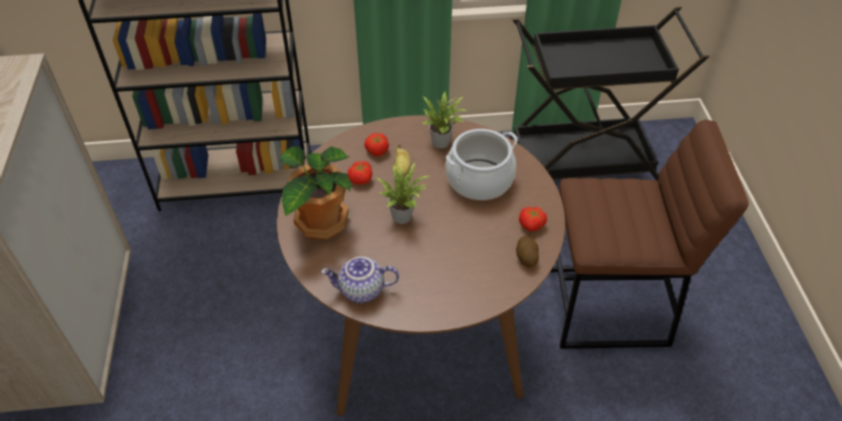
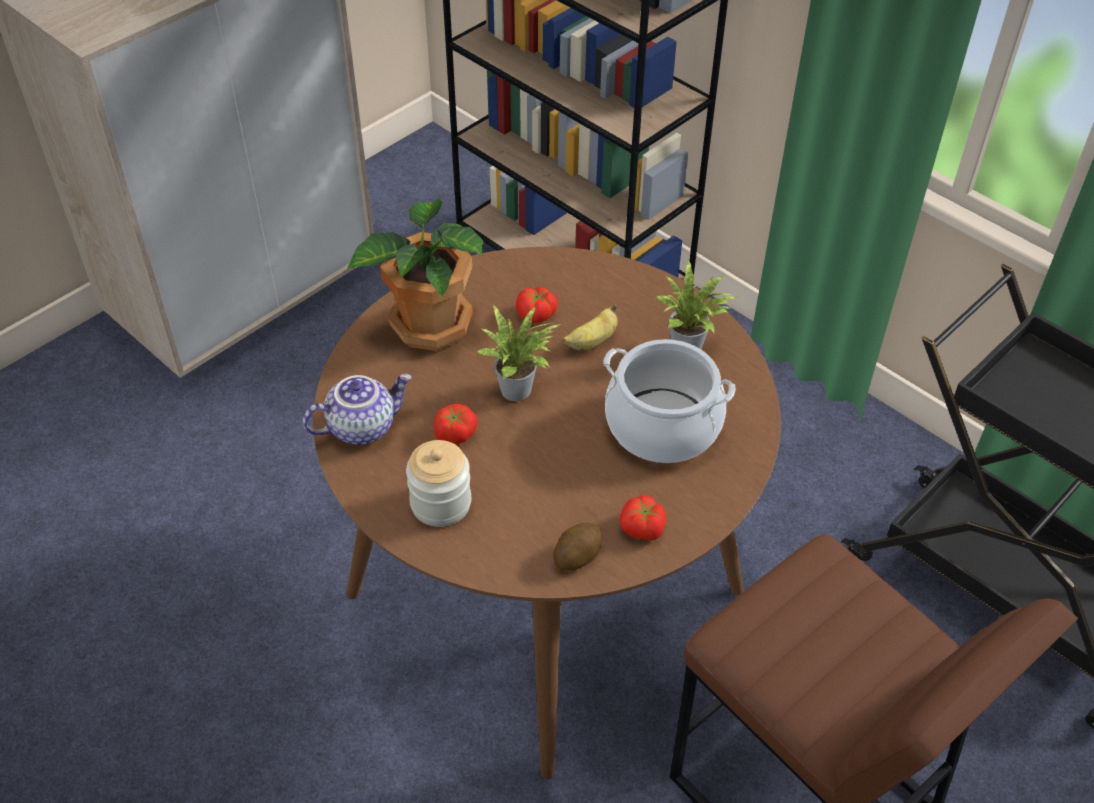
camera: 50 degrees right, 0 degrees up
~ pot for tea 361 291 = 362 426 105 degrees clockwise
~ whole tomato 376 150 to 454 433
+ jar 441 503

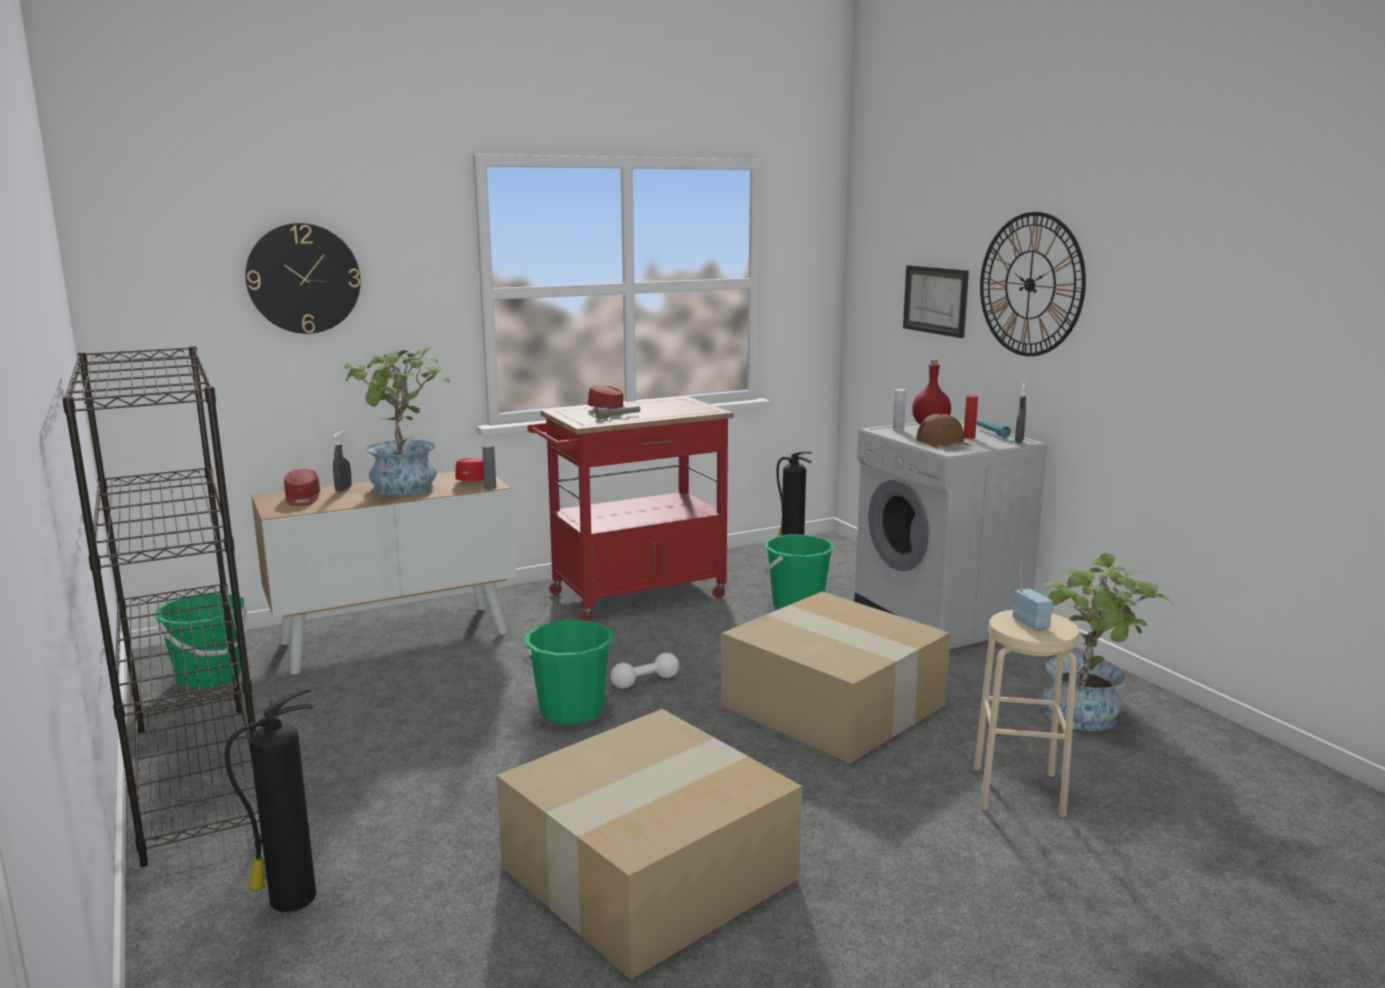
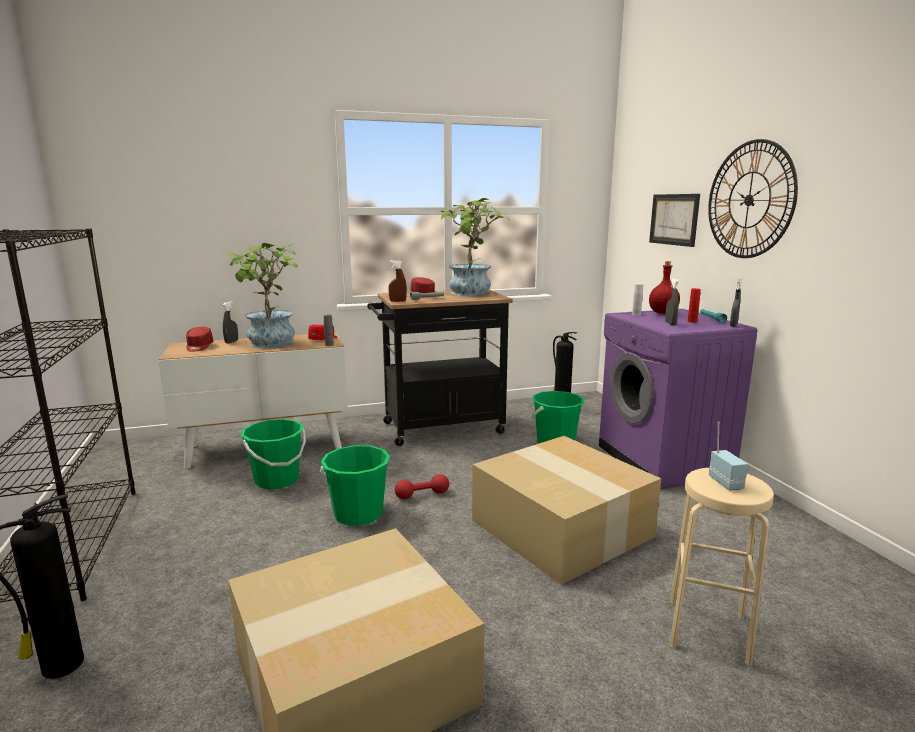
camera: 10 degrees right, 0 degrees up
~ green-coloured bucket 209 677 to 277 480
- wall clock 303 278
~ reddish wheeled cart 632 596 to black-coloured wheeled cart 439 428
~ white free weight 645 681 to reddish free weight 422 495
~ white laundry appliance 936 618 to purple-coloured laundry appliance 661 461
~ brown-coloured cap 944 442 to gray hand sprayer 670 324
~ plant in a pot 1089 719 to 472 293
+ brown-coloured hand sprayer 397 301

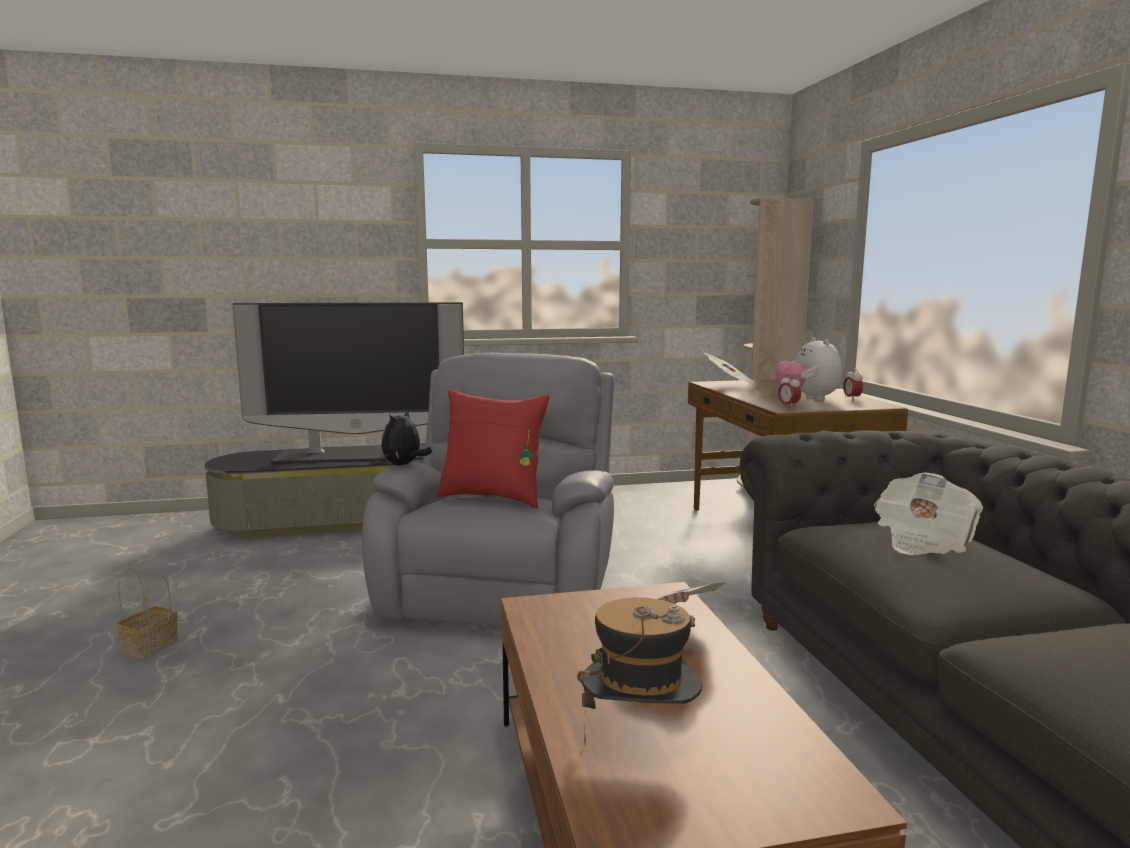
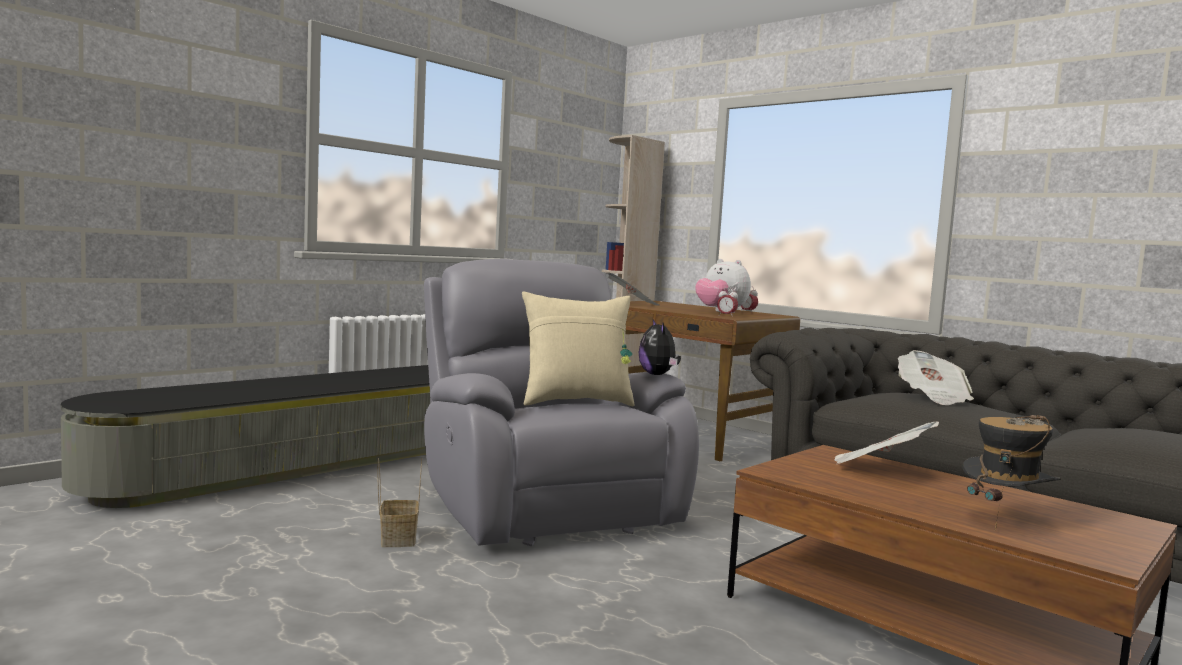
camera: 35 degrees left, 5 degrees down
~ household basket 151 646 to 397 538
- television 362 454
~ soft toy 404 465 to 658 375
~ reddish cushion 492 498 to beige-coloured cushion 575 403

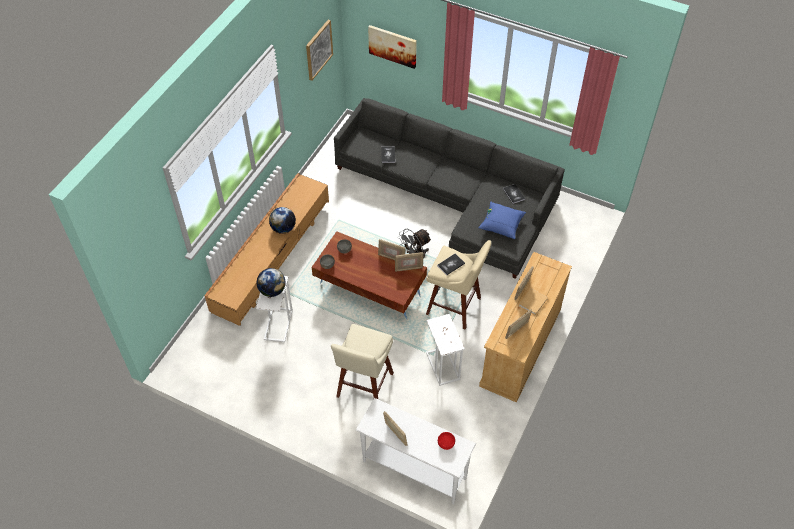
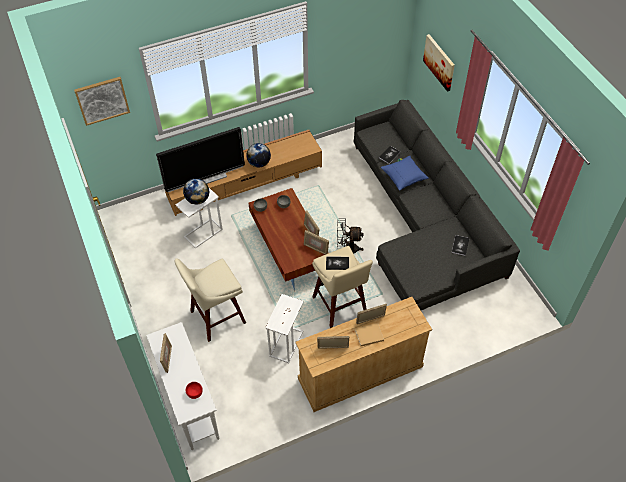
camera: 40 degrees right, 0 degrees up
~ picture 318 49 to 102 100
~ bluish cushion 501 225 to 404 177
+ television 205 179

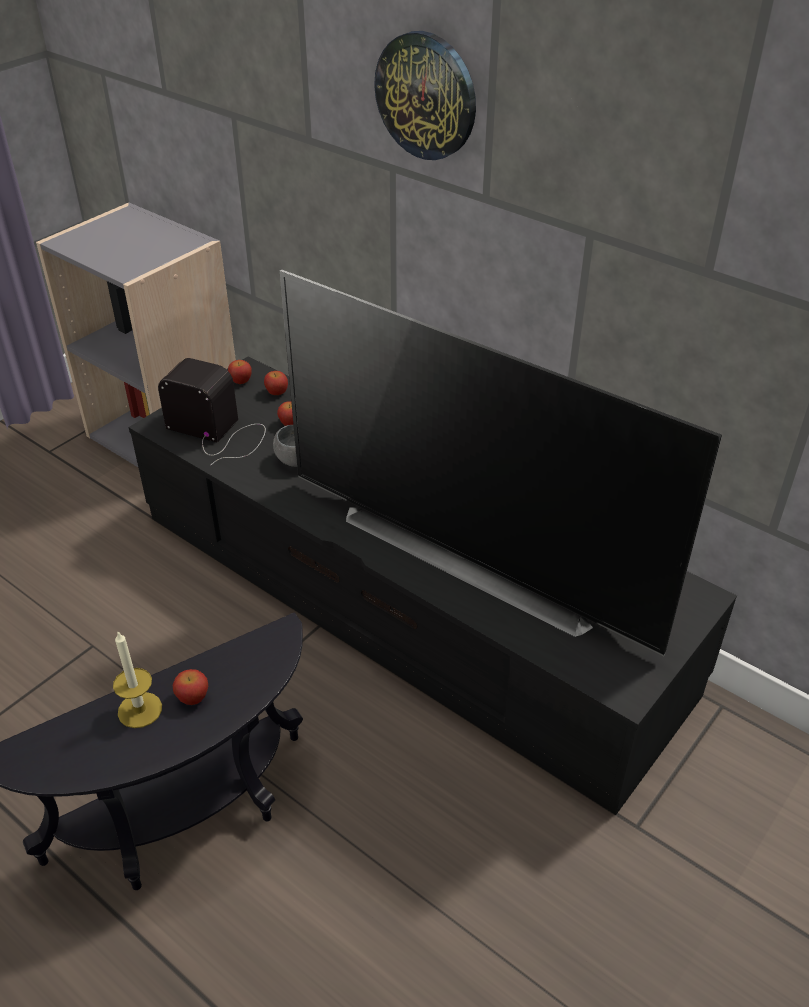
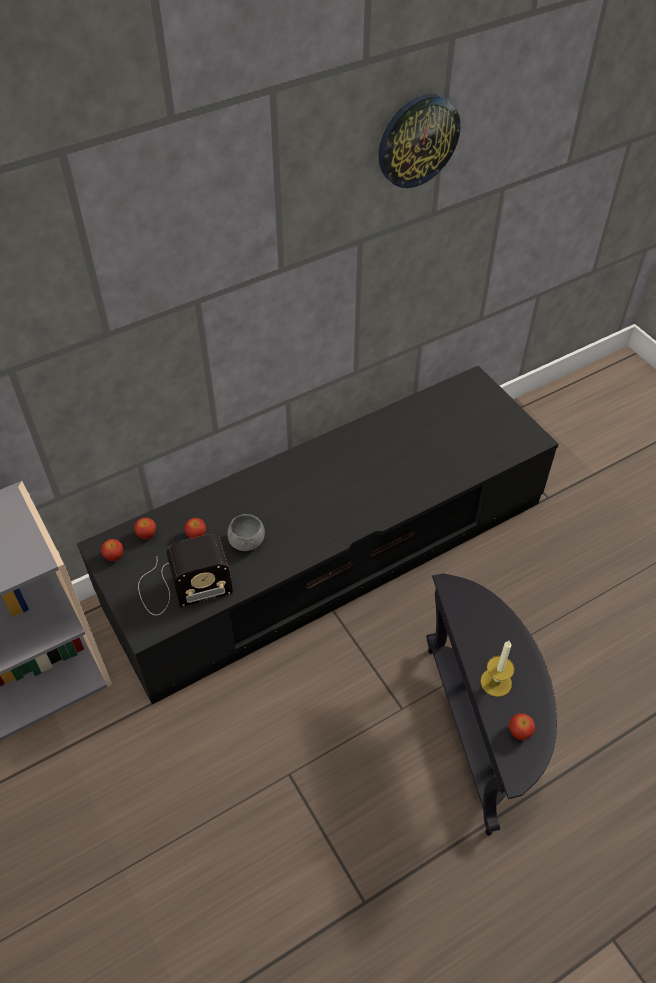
camera: 70 degrees left, 10 degrees up
~ radio set 219 432 = 181 586 150 degrees counterclockwise
~ apple 193 698 to 519 732
- television 473 554
~ wall clock 426 96 to 417 140

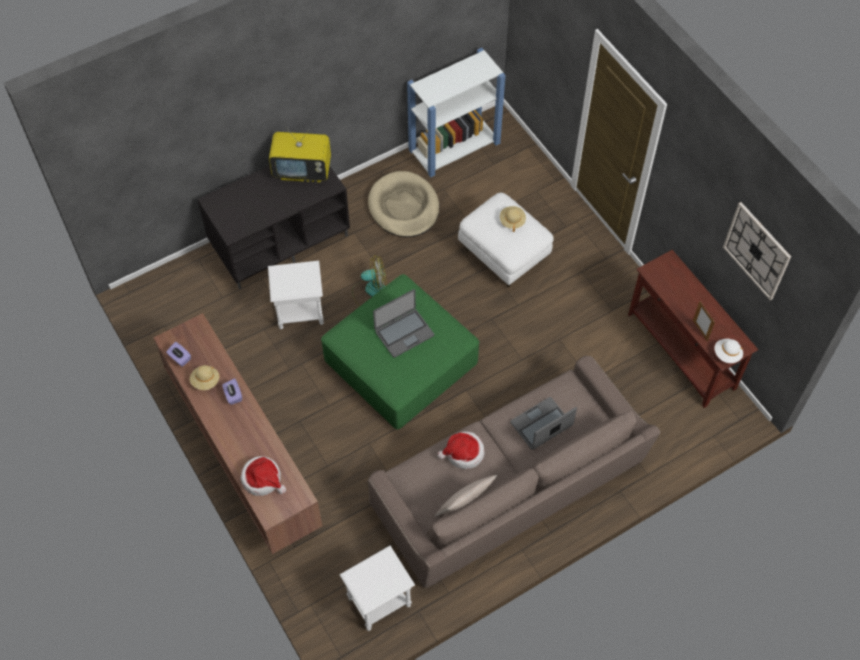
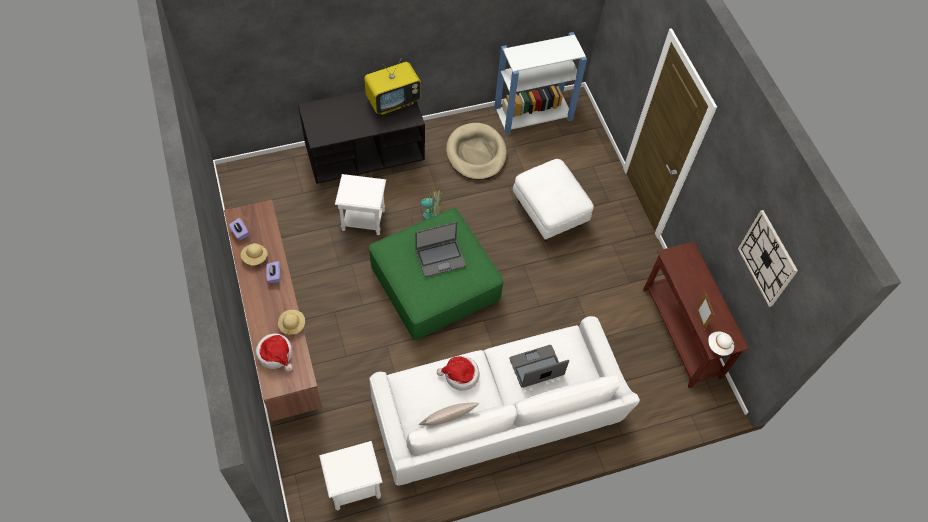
camera: 10 degrees right, 0 degrees up
~ television 303 171 = 393 101 45 degrees counterclockwise
~ brown-coloured sofa 508 485 to white sofa 496 412
~ beige-coloured hat 512 221 to 292 325

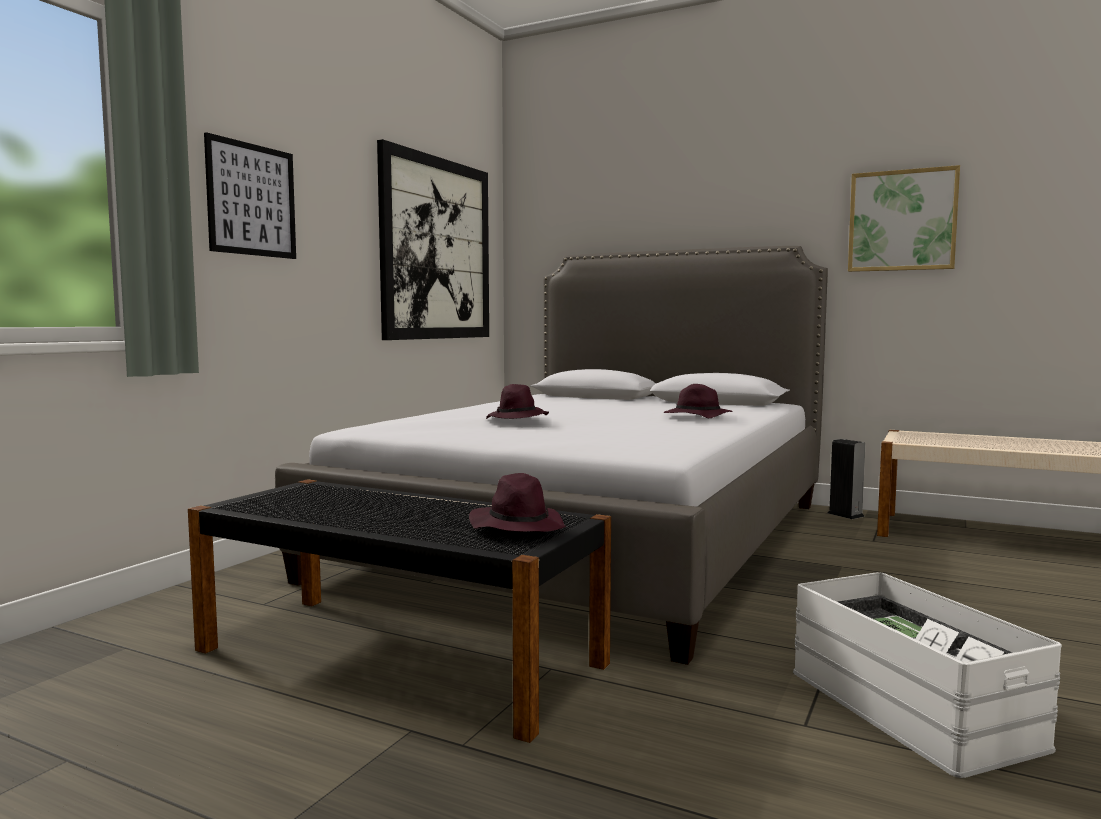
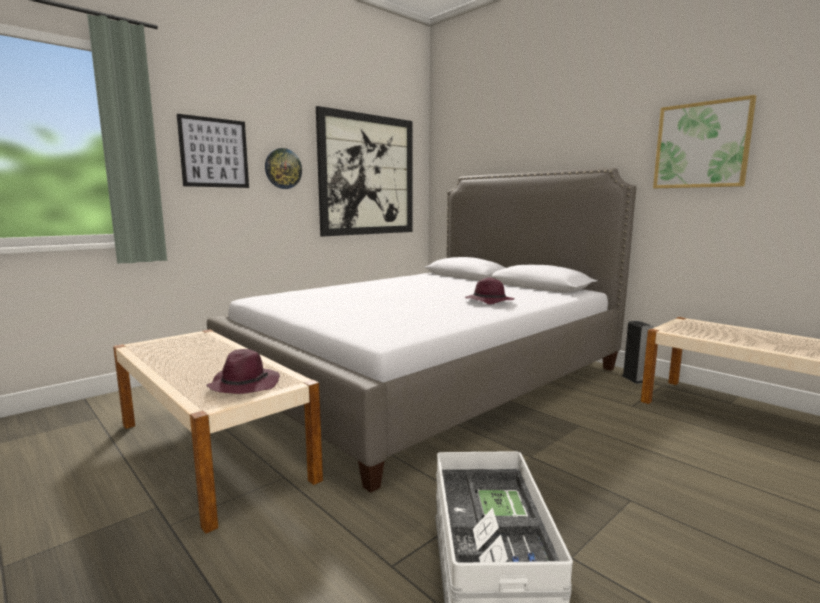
camera: 20 degrees right, 5 degrees up
~ black-coloured indoor bench 400 656 to beige-coloured indoor bench 213 450
- purple-coloured hat 517 419
+ wall clock 283 168

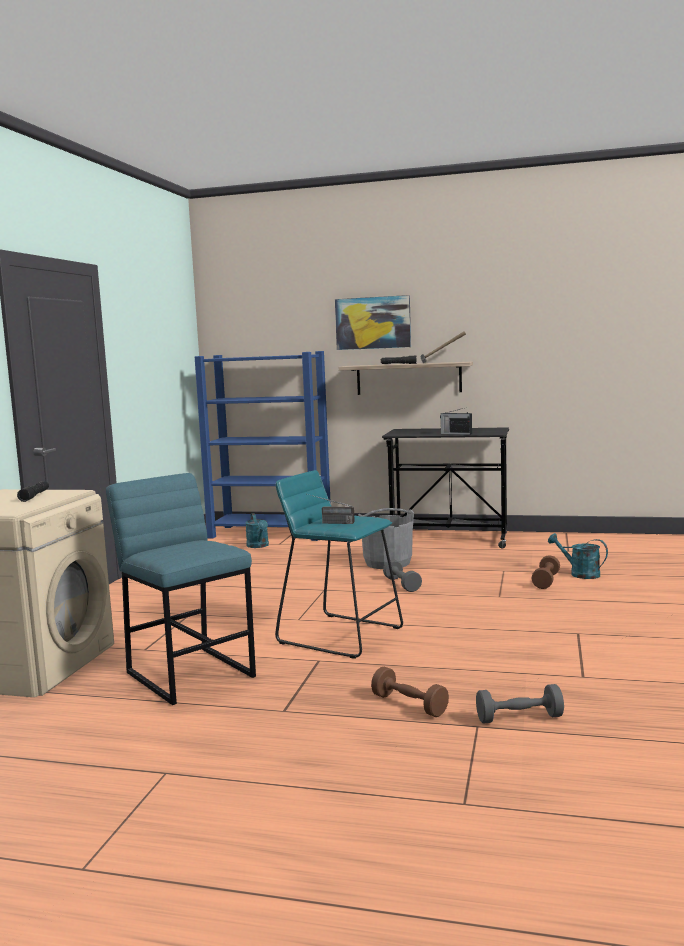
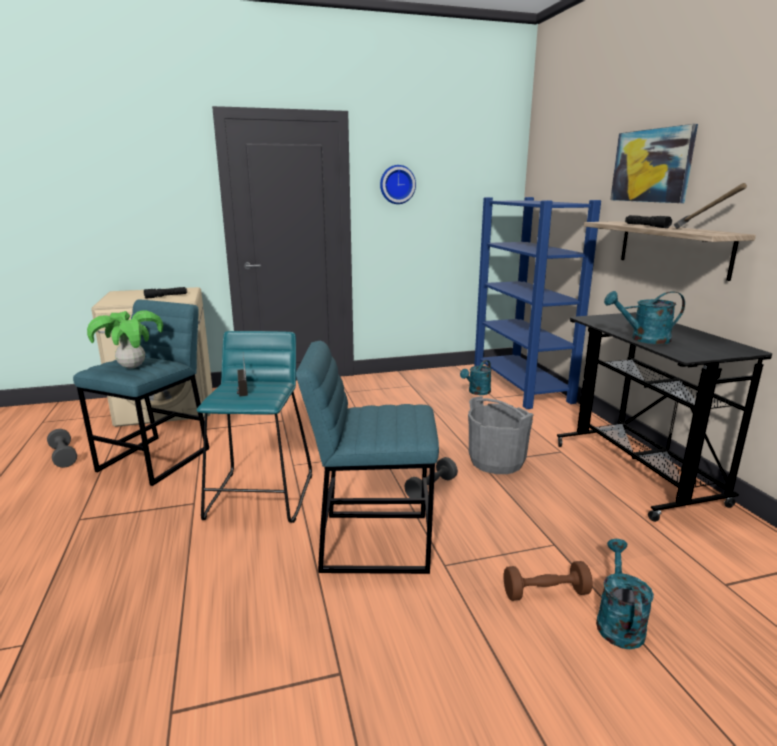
camera: 60 degrees right, 10 degrees up
- brown-coloured free weight 409 705
~ radio set 455 434 to turquoise-coloured watering can 643 339
~ gray free weight 519 718 to 63 456
+ plant in a pot 132 367
+ bluish stool seat 371 542
+ wall clock 397 184

